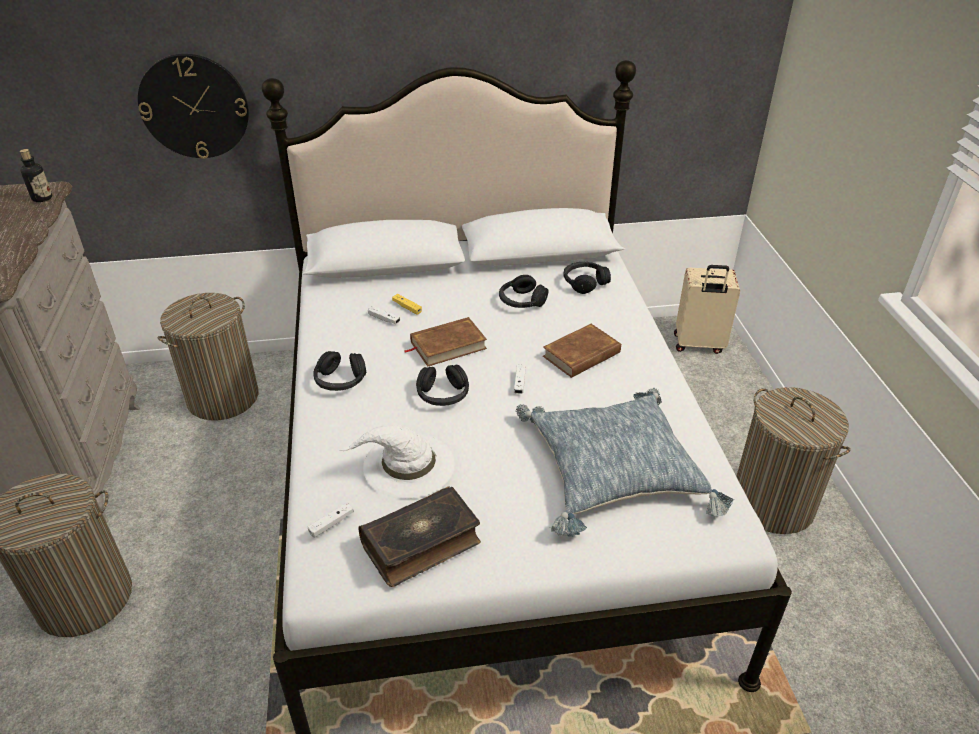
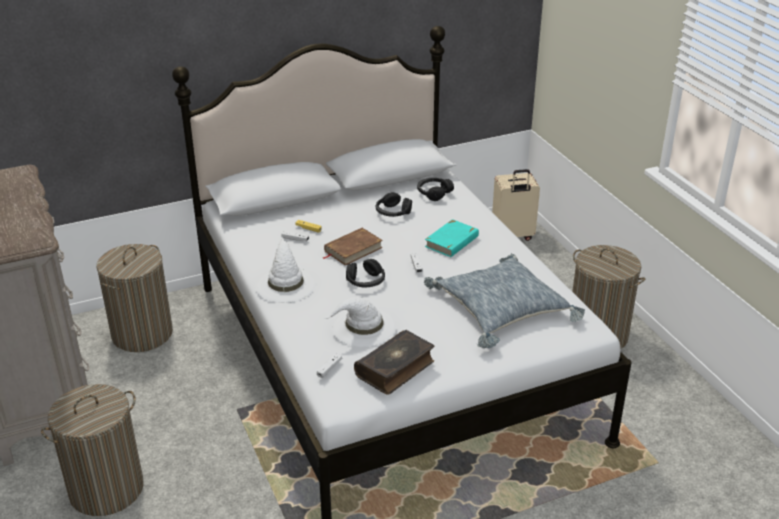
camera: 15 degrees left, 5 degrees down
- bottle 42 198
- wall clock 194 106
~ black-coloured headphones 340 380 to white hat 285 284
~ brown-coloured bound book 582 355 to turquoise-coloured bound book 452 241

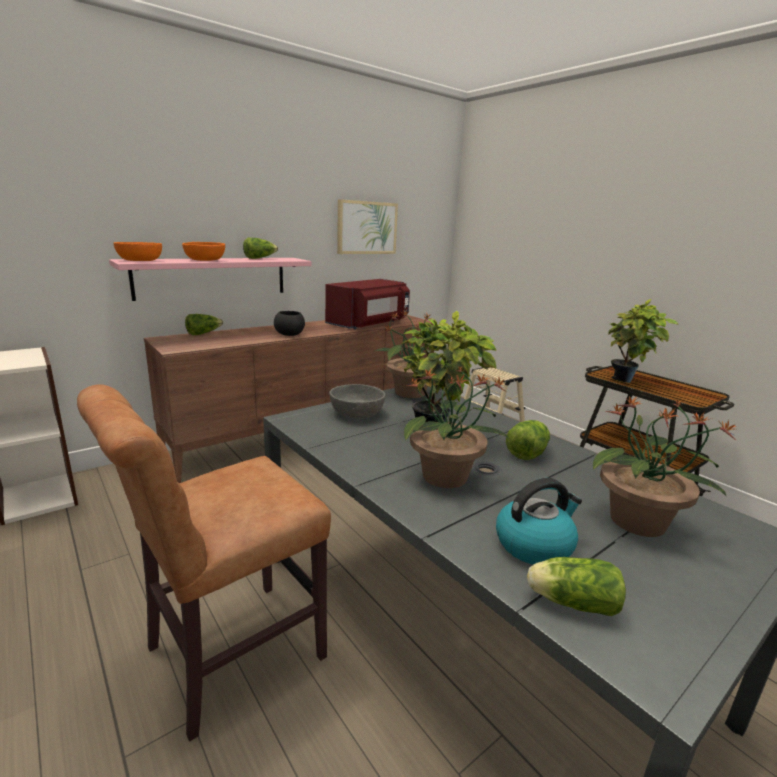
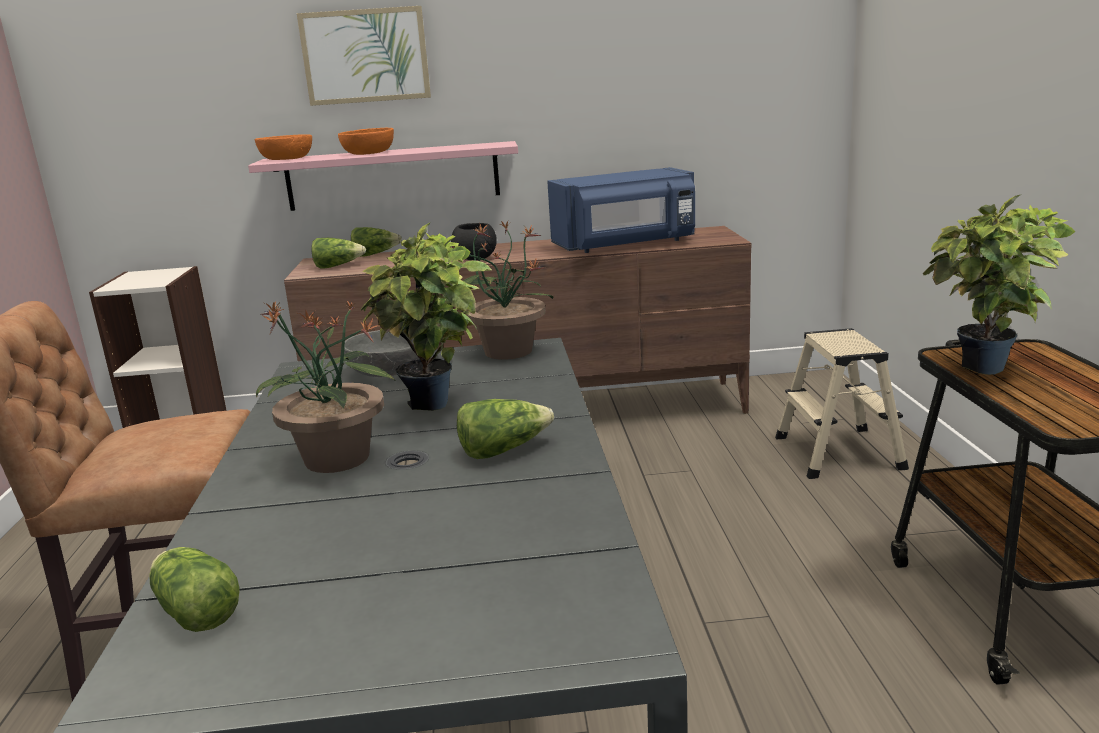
camera: 35 degrees right, 0 degrees up
~ head of lettuce 260 258 to 337 266
~ reddish microwave 369 324 to bluish microwave 626 245
~ picture 367 228 to 365 56
- tea kettle 534 544
- plant in a pot 639 522

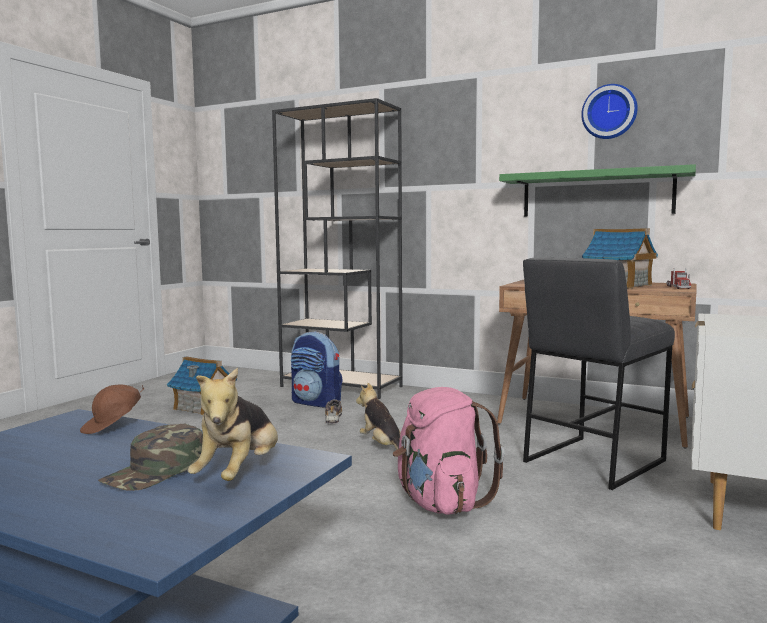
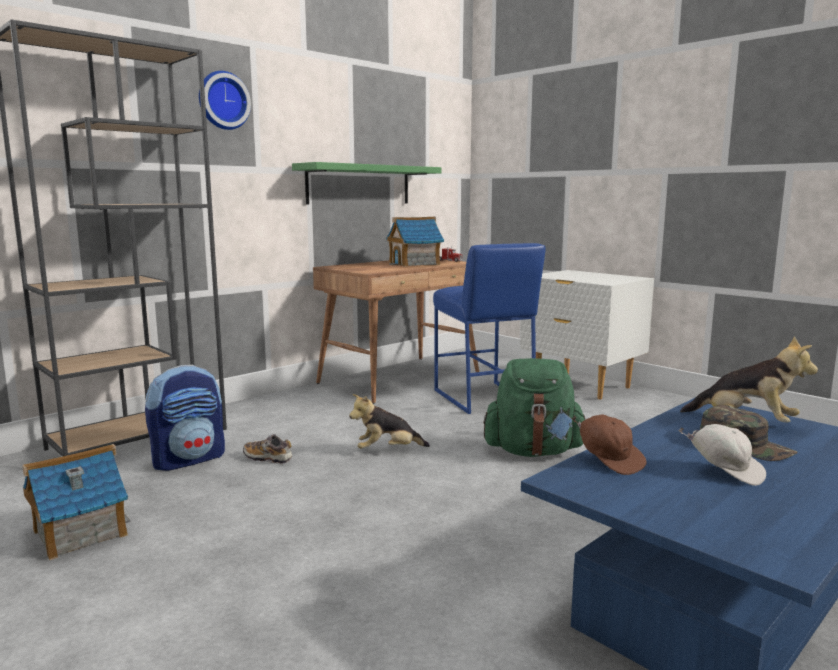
camera: 70 degrees left, 5 degrees up
~ pink knapsack 441 503 to green-coloured knapsack 533 451
~ gray stool seat 592 462 to bluish stool seat 484 398
~ wall clock 609 112 to 222 101
+ white cap 725 471

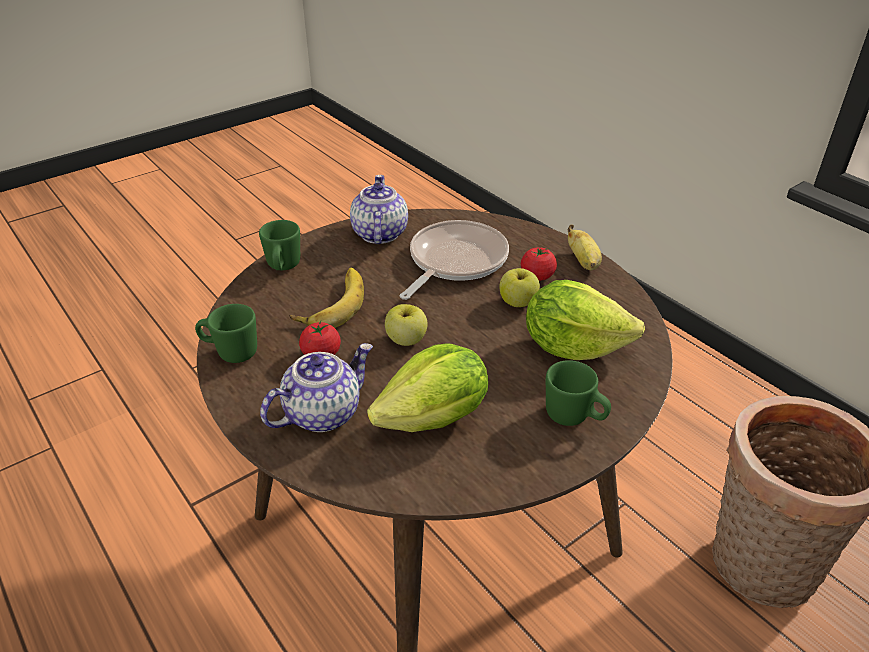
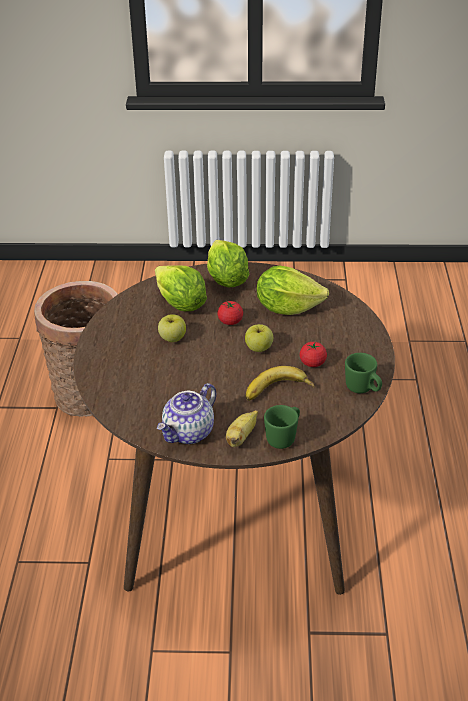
camera: 140 degrees left, 0 degrees up
- pot for tea 322 412
- frying pan 454 261
~ whole tomato 537 276 to 230 321
~ green-coloured coffee mug 574 417 to head of lettuce 226 280
~ banana 583 262 to 241 437

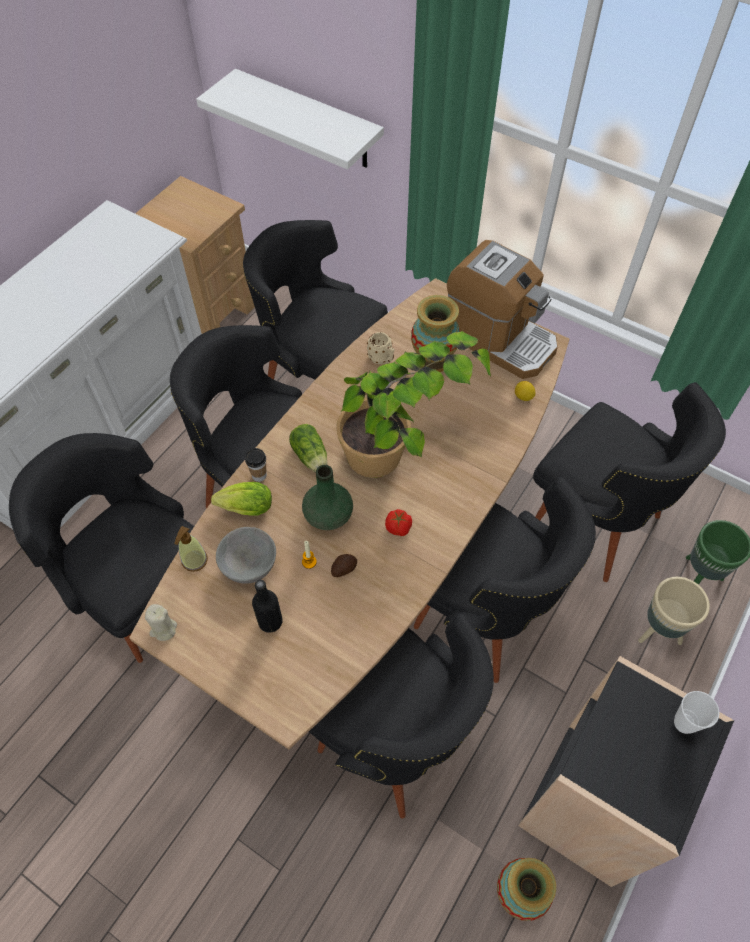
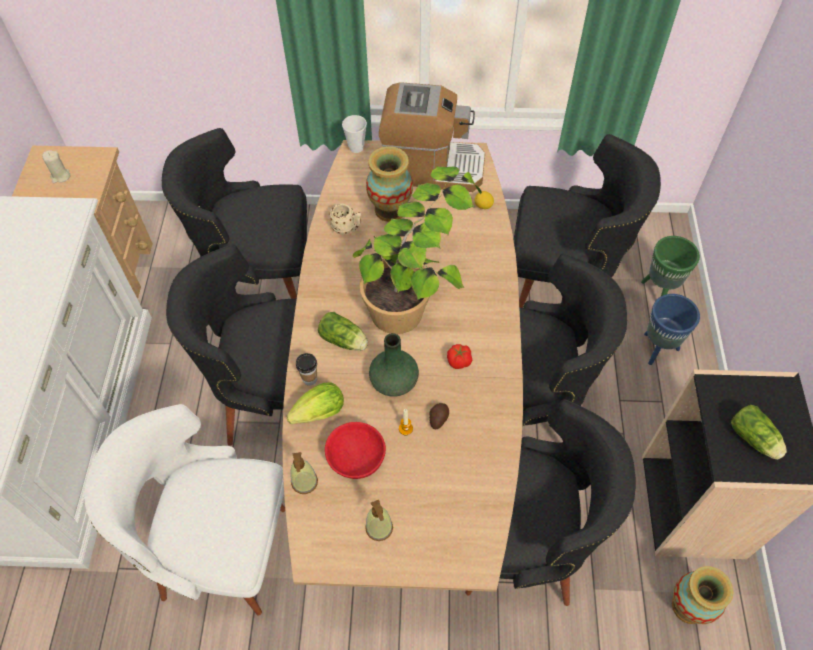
camera: 30 degrees left, 0 degrees up
~ black-coloured chair 147 596 to white chair 226 553
~ beige-coloured wax candle 163 629 to 60 176
- white shelf 309 120
~ gray bowl 248 566 to reddish bowl 356 460
- black-coloured bottle 270 621
~ beige-coloured planter 658 632 to bluish planter 658 349
~ cup 684 723 to 356 148
+ liquid soap bottle 379 528
+ head of lettuce 754 440

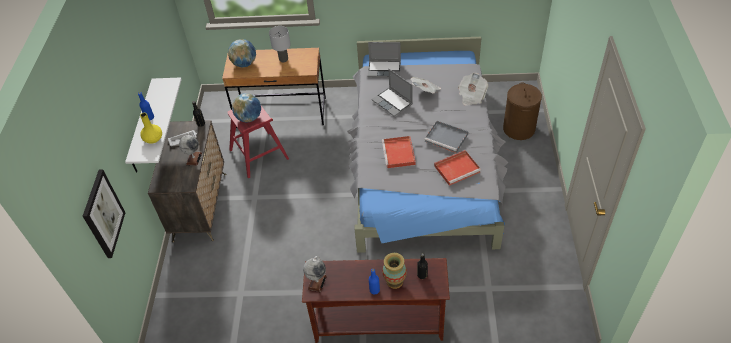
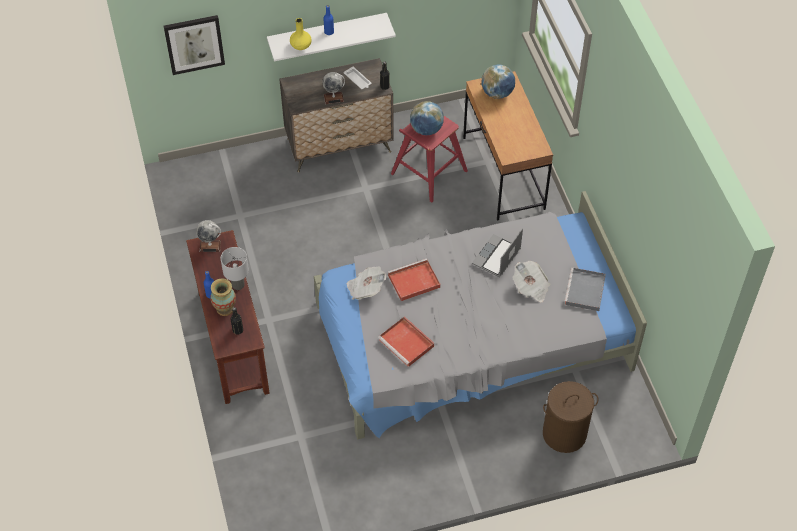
camera: 70 degrees right, 5 degrees up
~ white table lamp 283 59 to 238 285
- portable computer 384 69
~ gray serving tray 447 138 to 585 291
~ daily paper 471 96 to 365 289

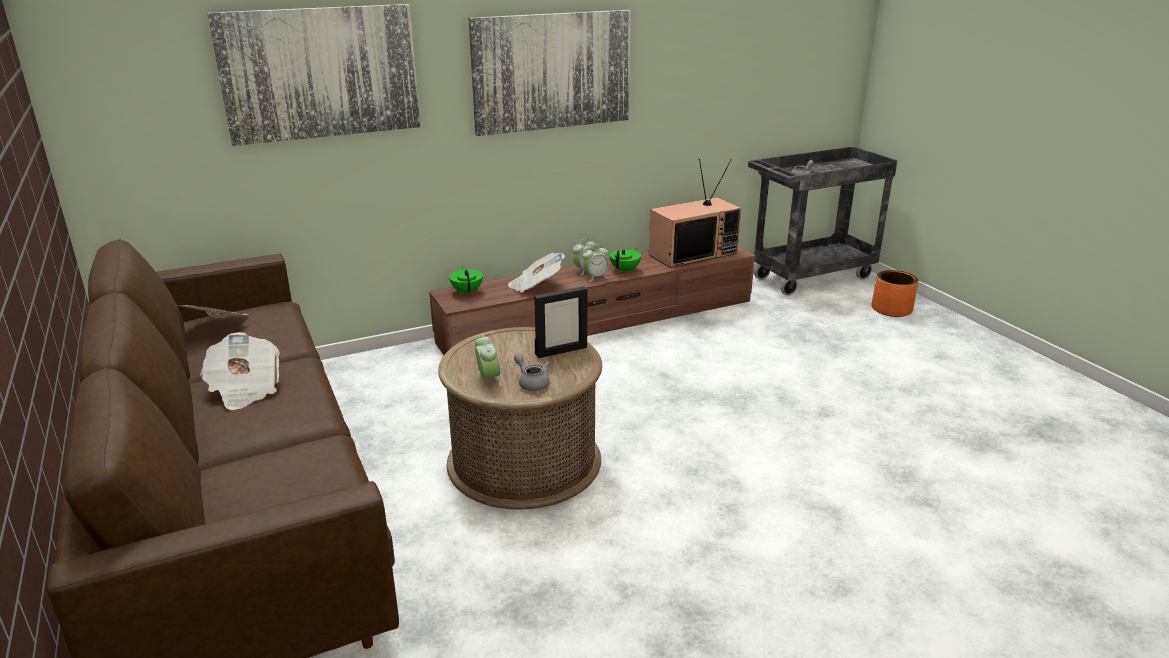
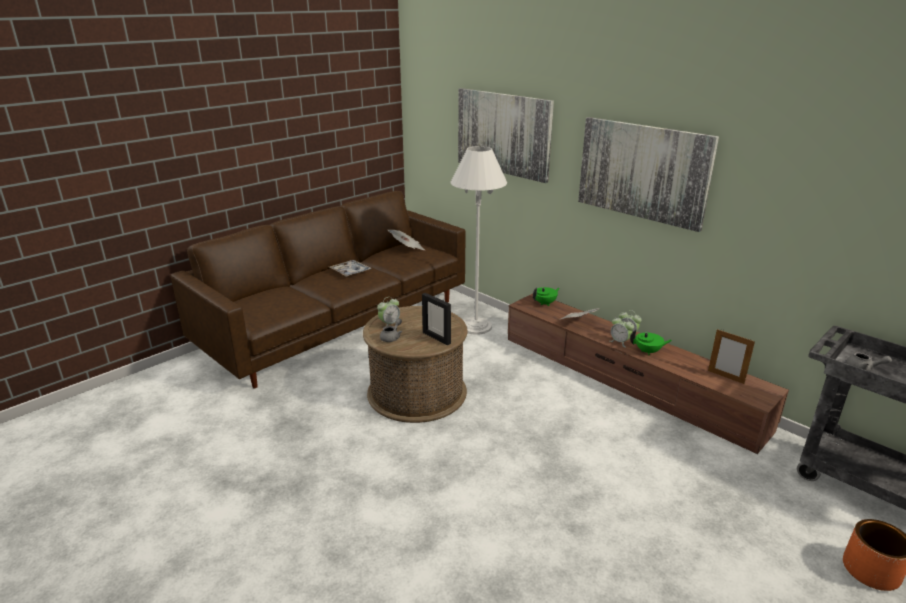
camera: 70 degrees right, 0 degrees up
~ daily paper 244 389 to serving tray 350 272
~ television 693 253 to photo frame 725 377
+ white standard lamp 476 326

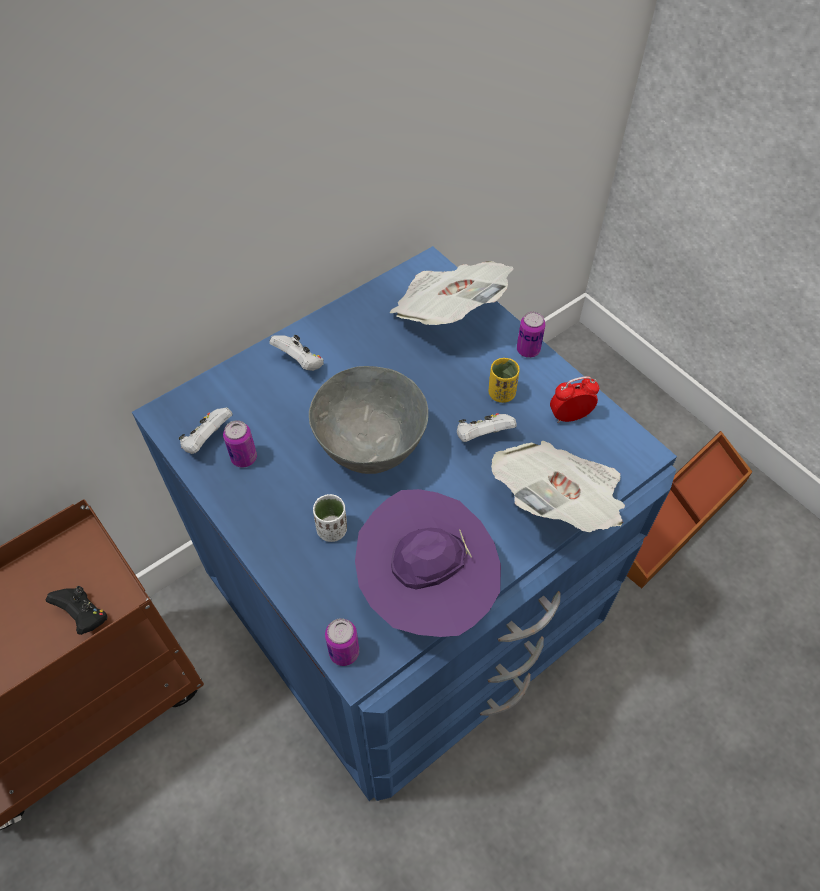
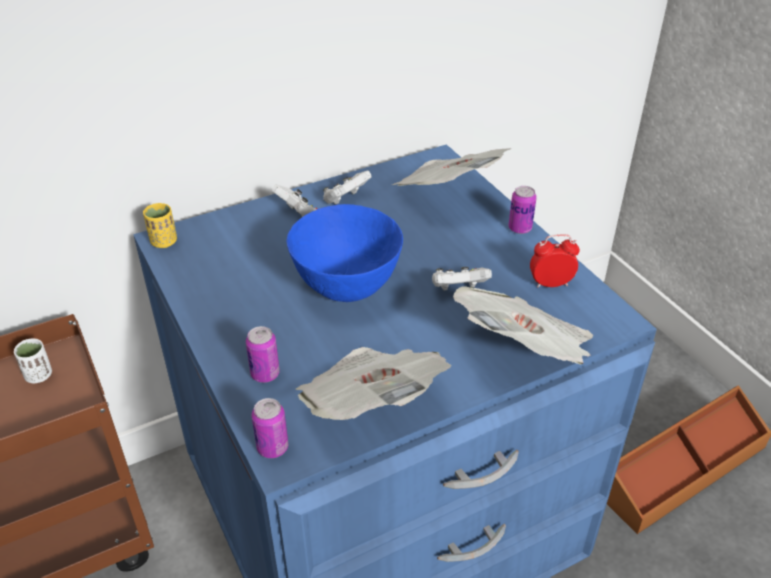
camera: 10 degrees right, 15 degrees down
- black-coloured game controller 84 615
~ white game controller 207 440 to 345 199
~ sealed can 244 458 to 265 374
~ gray bowl 372 449 to bluish bowl 348 287
~ white cup 332 530 to 39 375
~ purple-coloured hat 426 588 to daily paper 370 405
~ yellowish cup 501 393 to 164 242

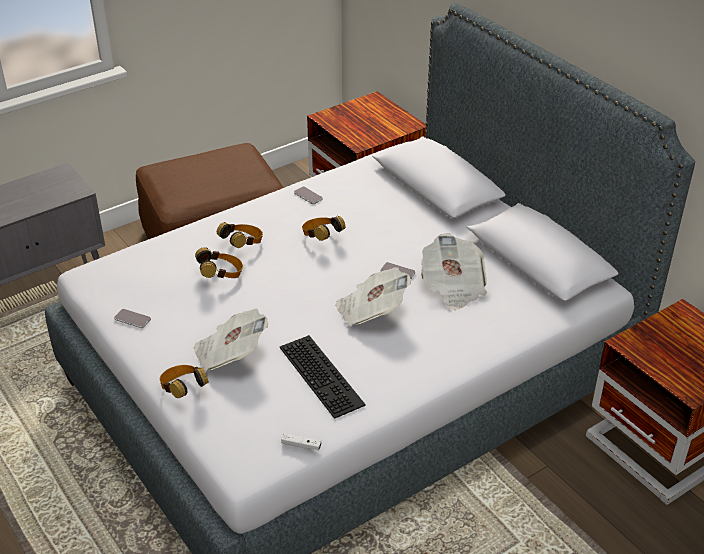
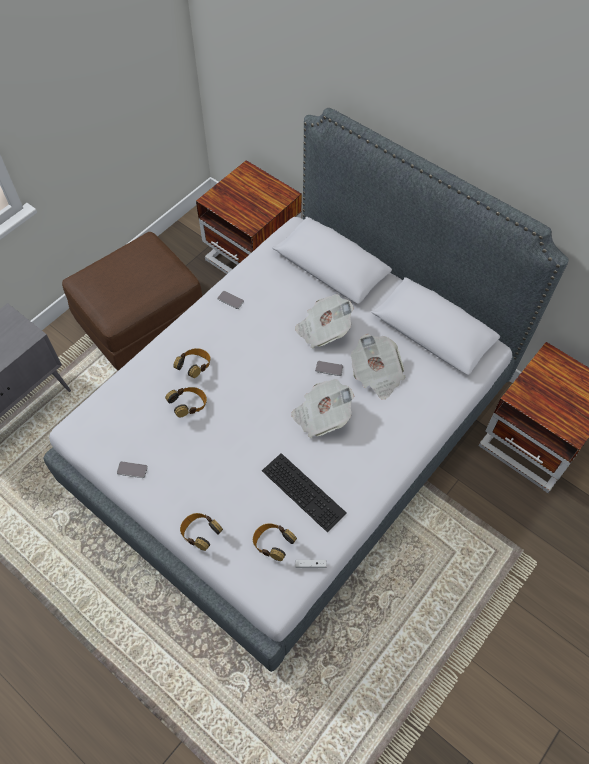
camera: 15 degrees left, 20 degrees up
~ daily paper 230 354 to 323 330
~ headphones 321 237 to 272 544

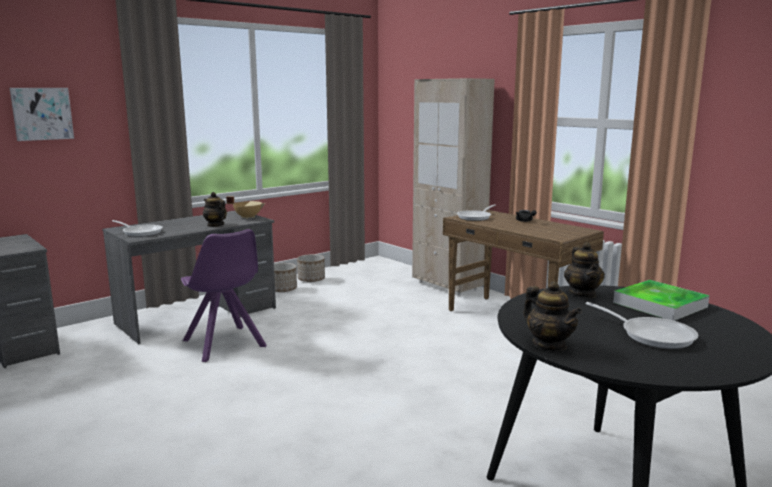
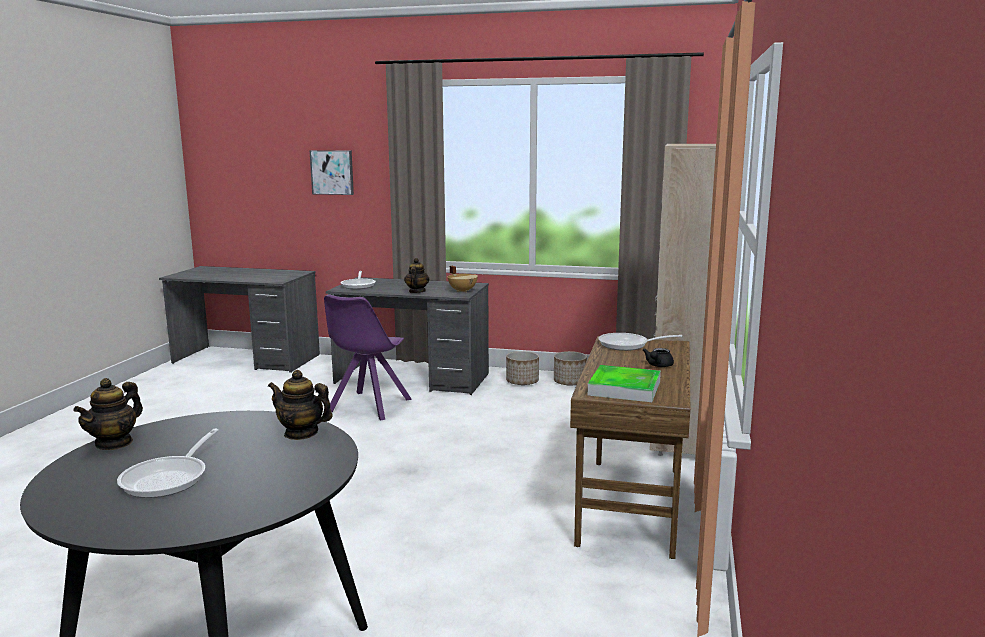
camera: 55 degrees right, 0 degrees up
~ pot for tea 582 294 = 301 433 60 degrees clockwise
~ serving tray 660 305 to 624 388

